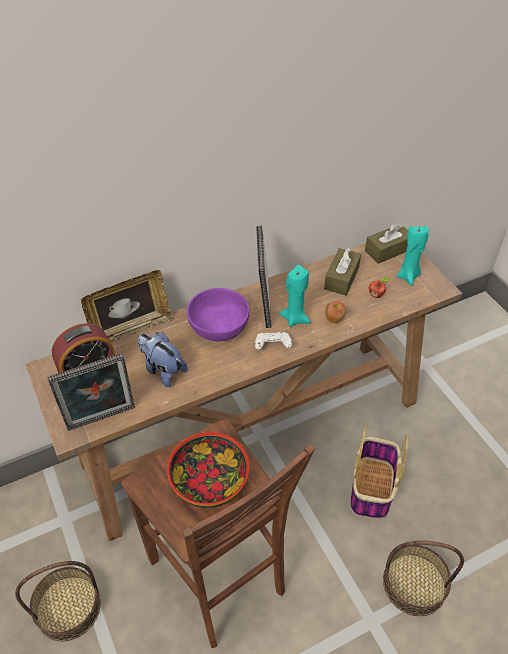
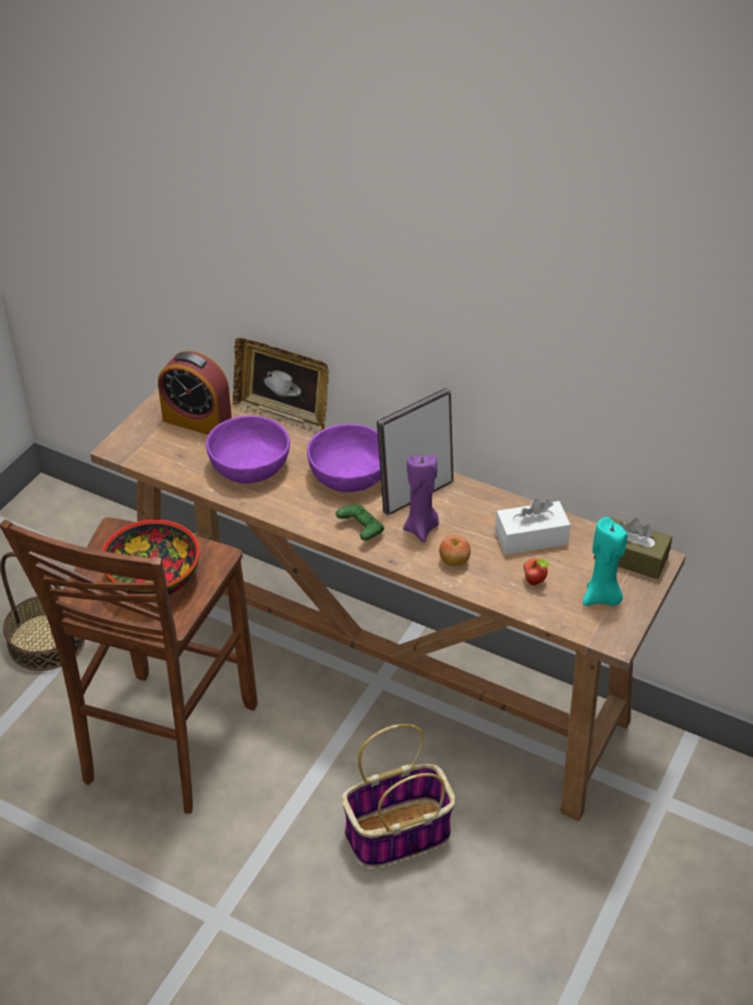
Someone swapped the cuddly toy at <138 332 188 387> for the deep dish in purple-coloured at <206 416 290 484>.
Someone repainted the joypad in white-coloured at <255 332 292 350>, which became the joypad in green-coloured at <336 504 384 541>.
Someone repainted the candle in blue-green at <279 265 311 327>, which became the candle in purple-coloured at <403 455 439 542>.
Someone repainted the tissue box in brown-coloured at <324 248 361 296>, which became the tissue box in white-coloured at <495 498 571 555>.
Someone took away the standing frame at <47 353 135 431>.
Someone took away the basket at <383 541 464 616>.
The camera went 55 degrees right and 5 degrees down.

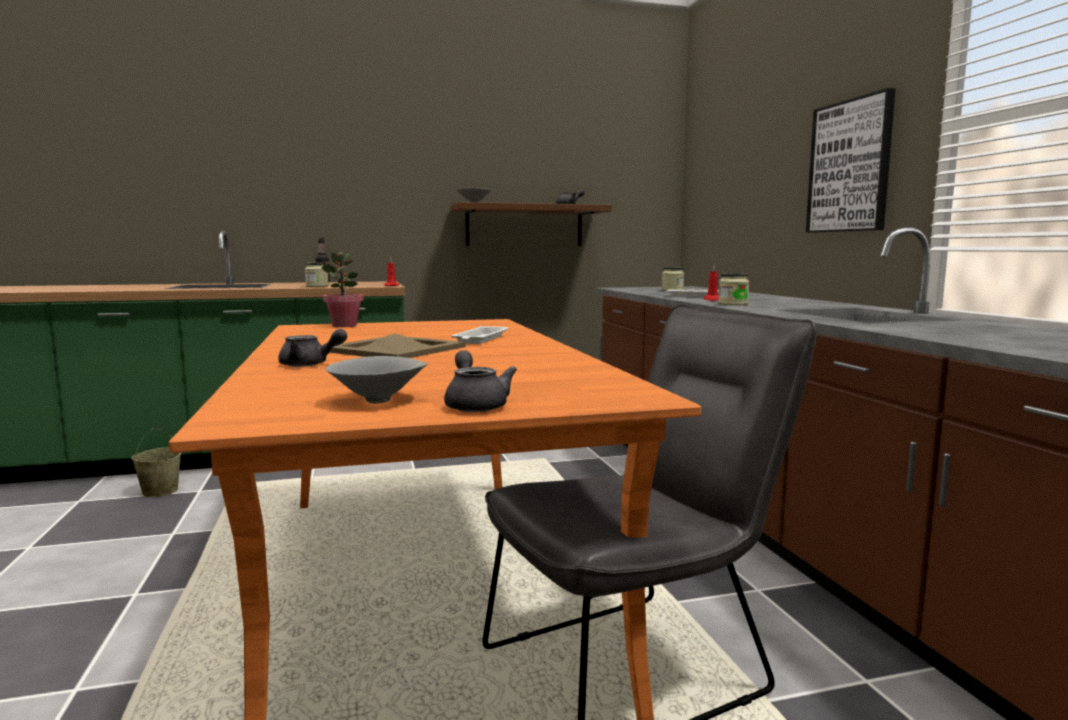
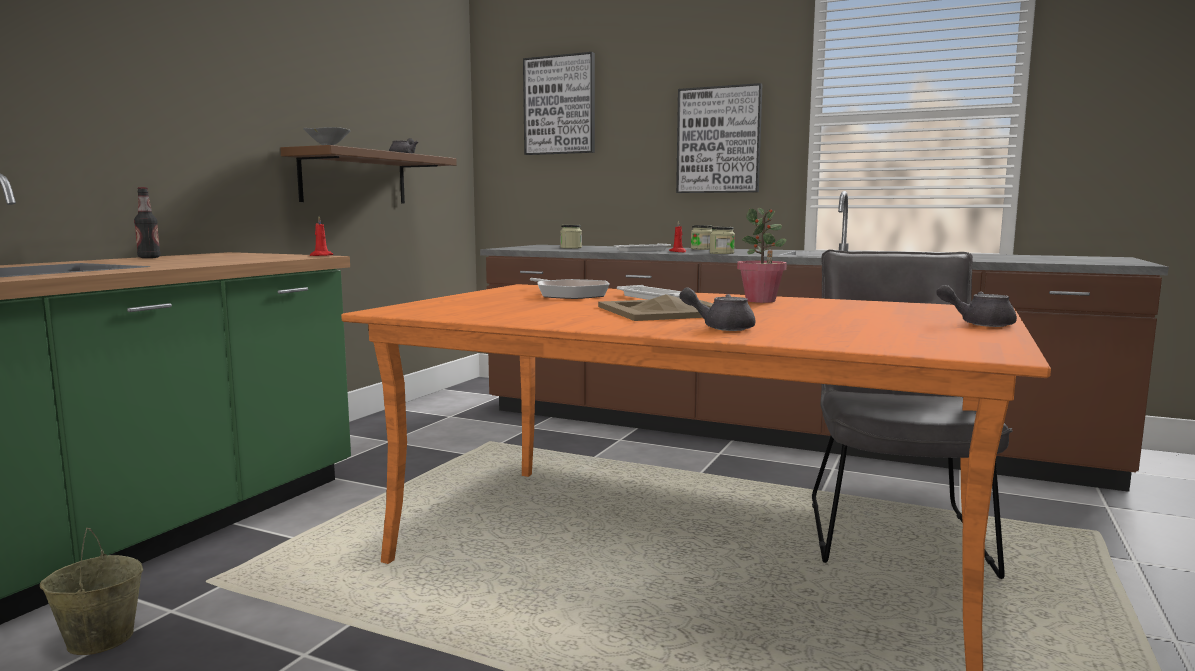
Someone put up the picture at <523 52 595 155>.
Someone put down the pan at <530 278 610 299>.
Someone rotated the tea pot in gray at <278 329 347 367> by 120 degrees counterclockwise.
Someone carried the preserve jar from <305 262 329 287> to <691 225 712 250>.
Someone carried the plant in a pot from <322 252 363 327> to <737 208 787 303>.
Someone took away the deep dish in gray at <326 356 427 403>.
The camera went 50 degrees left and 0 degrees up.

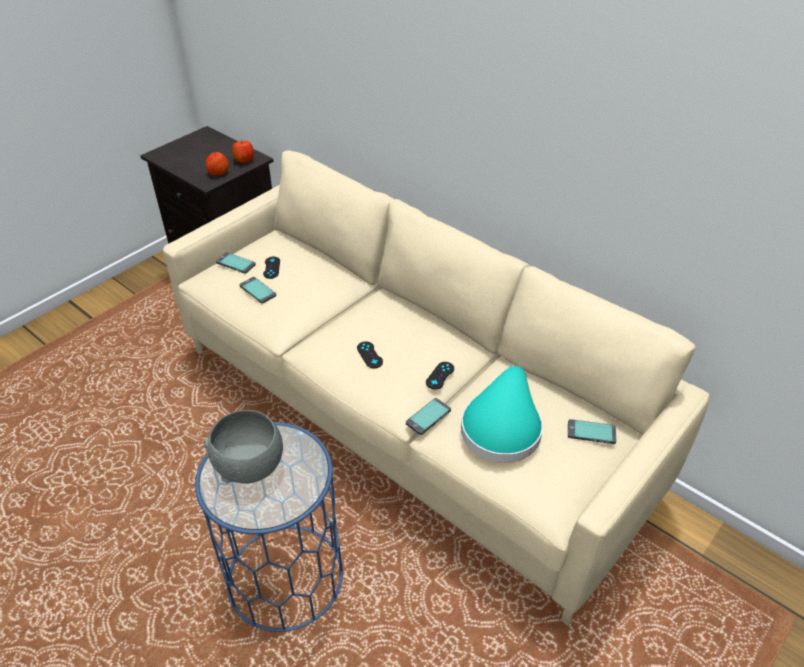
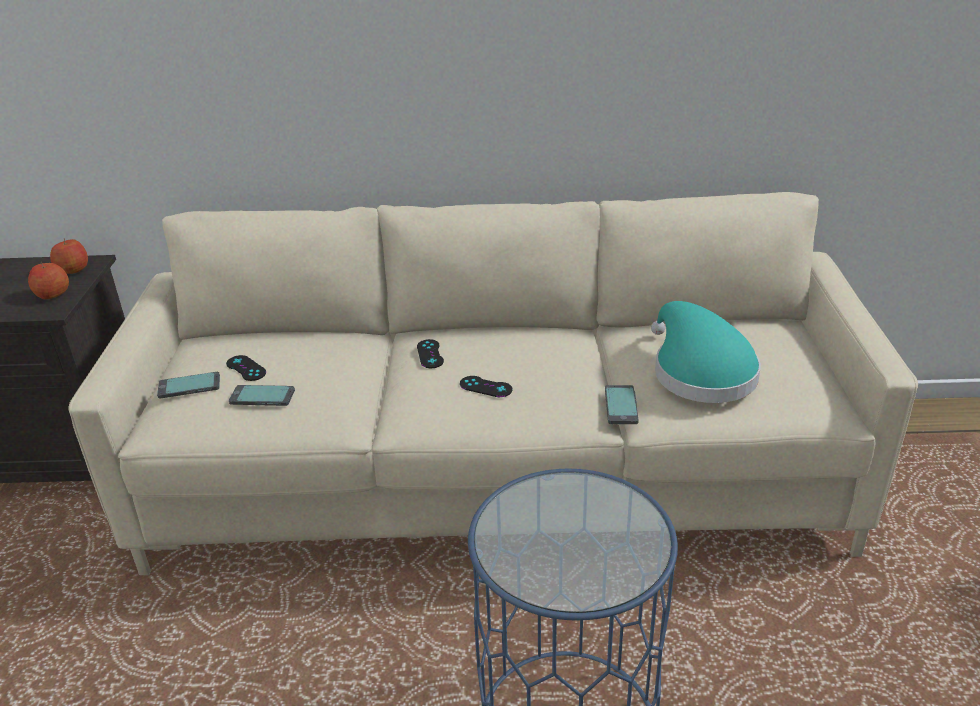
Someone carried the joypad in black-coloured from <426 362 454 390> to <417 339 444 368>.
Someone took away the deep dish in gray at <204 410 283 484>.
Someone took away the telephone at <568 419 616 444>.
The camera went 40 degrees left and 10 degrees down.

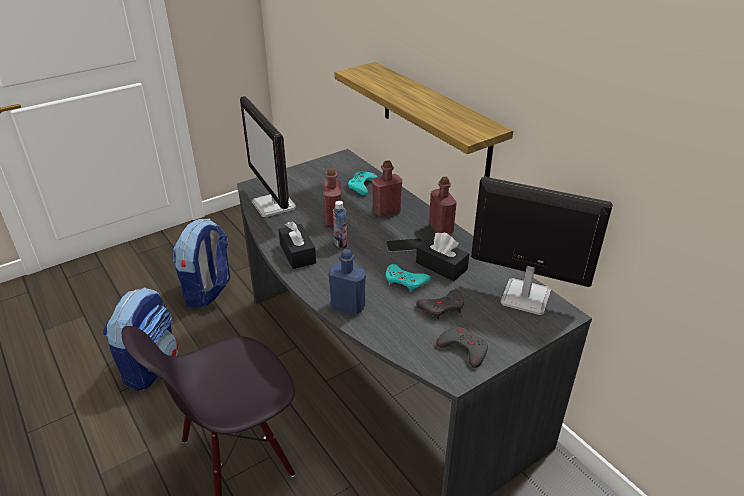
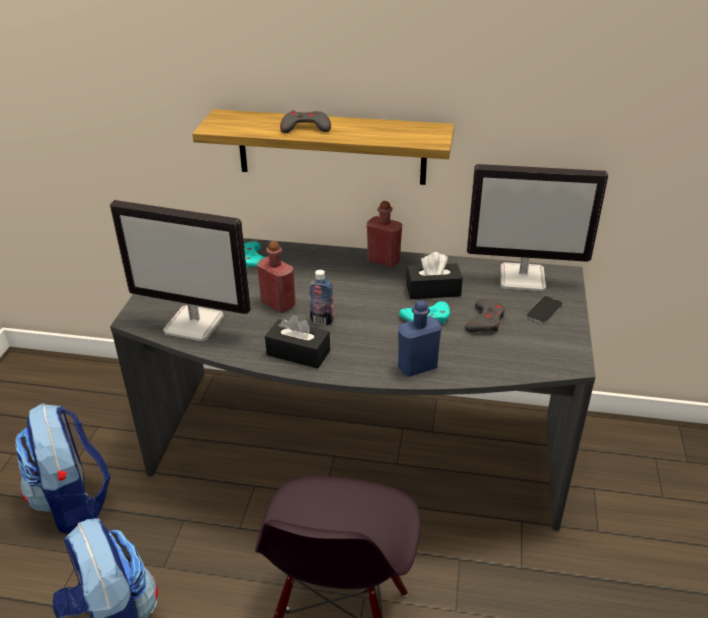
Someone carried the joypad in gray from <436 327 488 368> to <280 110 331 133>.
Someone rotated the computer display at <471 177 613 315> by 150 degrees counterclockwise.
Someone carried the telephone from <386 238 423 252> to <526 296 563 324>.
Someone took away the beverage bottle in reddish at <372 160 402 217>.
The camera went 45 degrees left and 0 degrees up.

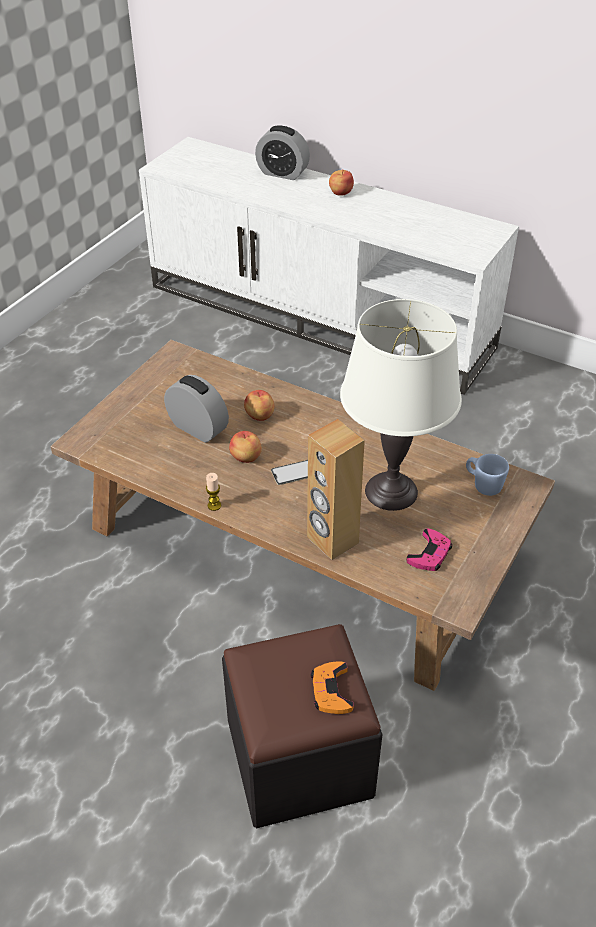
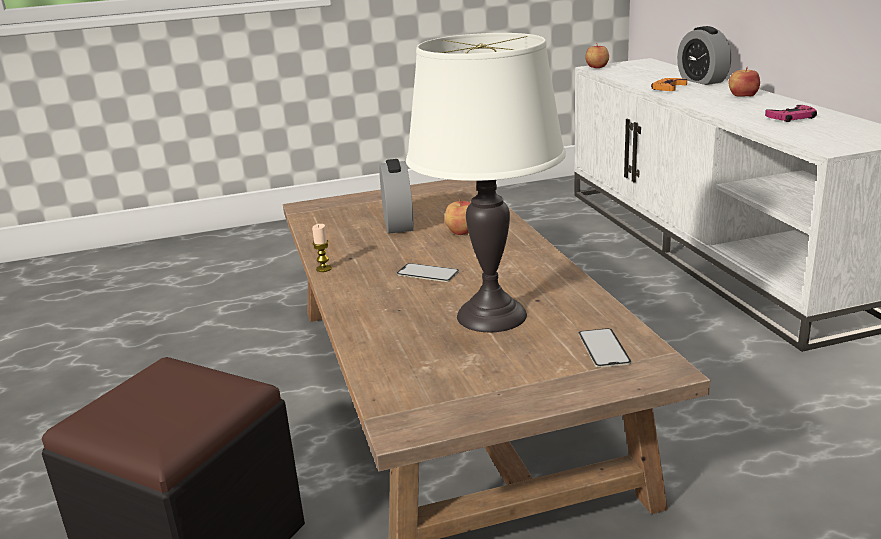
Someone swapped the mug in blue at <466 454 509 496> for the telephone at <578 328 631 368>.
Someone carried the apple fruit from <229 431 262 463> to <585 43 609 68>.
Someone carried the joypad in orange from <311 661 354 714> to <651 78 687 91>.
Someone carried the joypad in pinkish from <406 528 452 571> to <765 105 817 122>.
Someone took away the speaker in brown-coloured at <307 419 365 560>.
The camera went 45 degrees right and 20 degrees down.

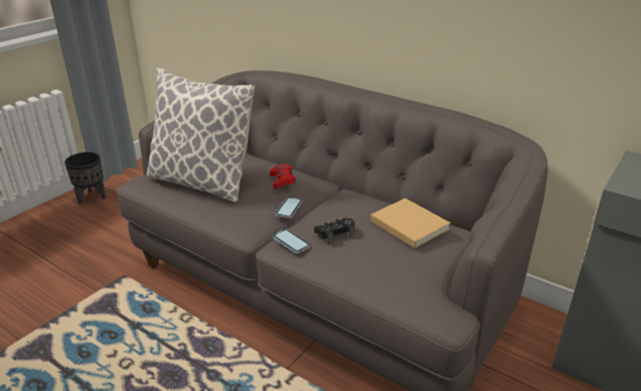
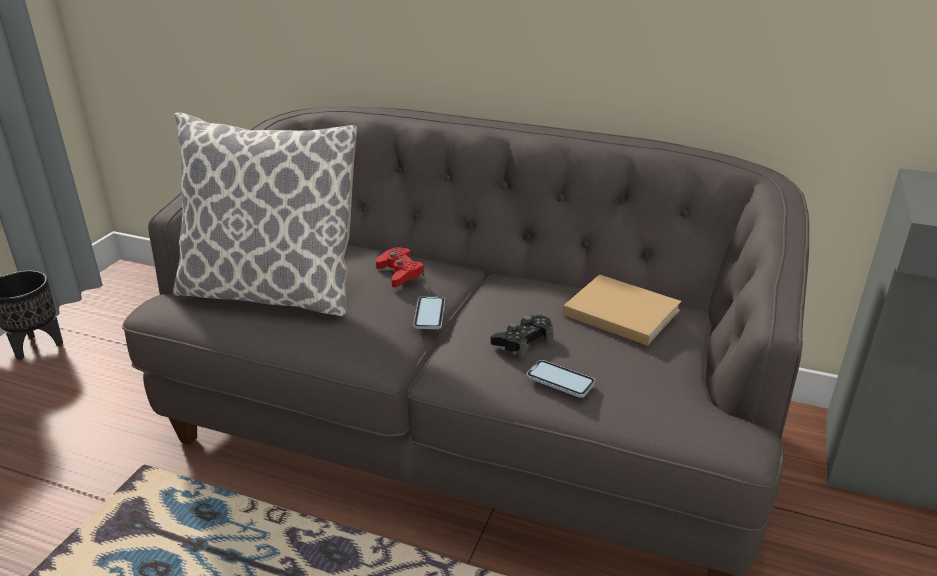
Someone carried the telephone from <273 229 311 254> to <527 360 595 398>.
The camera went 15 degrees left and 0 degrees up.

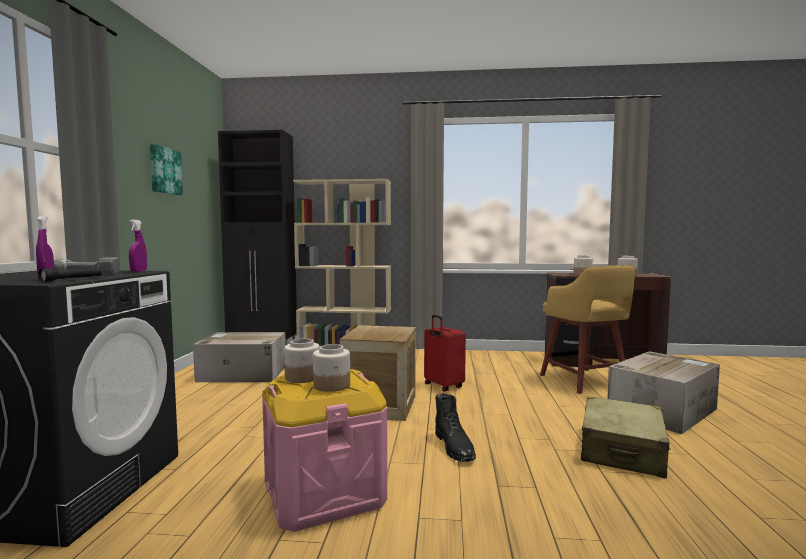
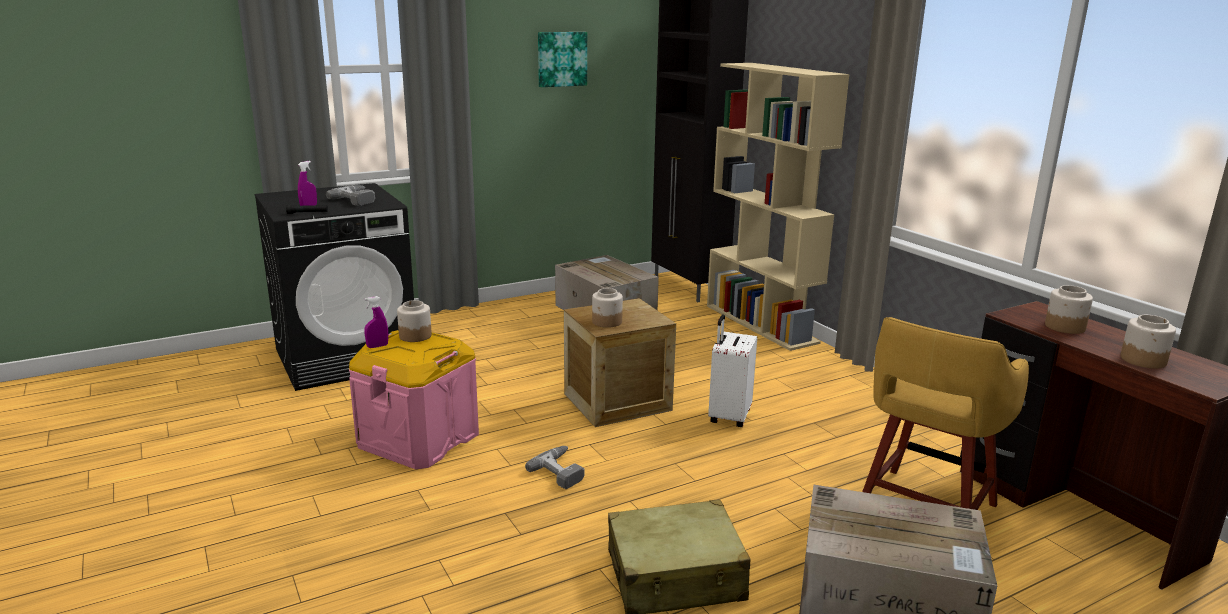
Someone carried the spray bottle in purple-coloured from <129 219 147 272> to <364 296 388 348>.
Someone swapped the boot in black-coloured at <435 393 476 462> for the electric drill at <525 446 584 489>.
Someone carried the preserve jar from <313 344 350 392> to <592 288 623 328>.
Someone repainted the travel case in reddish at <424 315 466 392>, which became the travel case in white-coloured at <708 314 757 427>.
The camera went 55 degrees right and 15 degrees up.

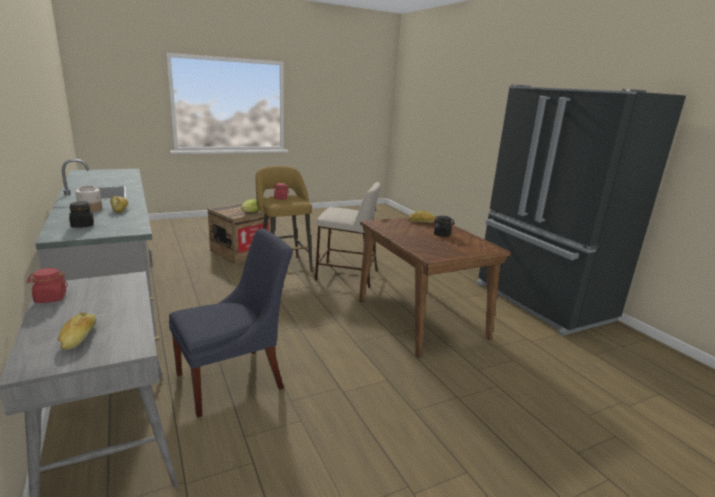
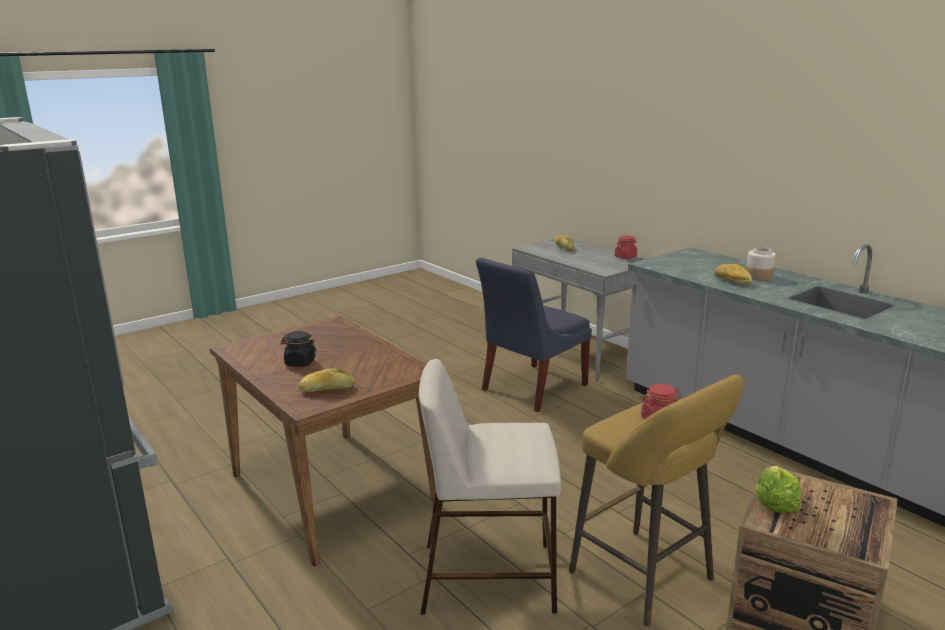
Someone took away the preserve jar in black-coloured at <69 201 94 228>.
The camera went 170 degrees right and 0 degrees up.

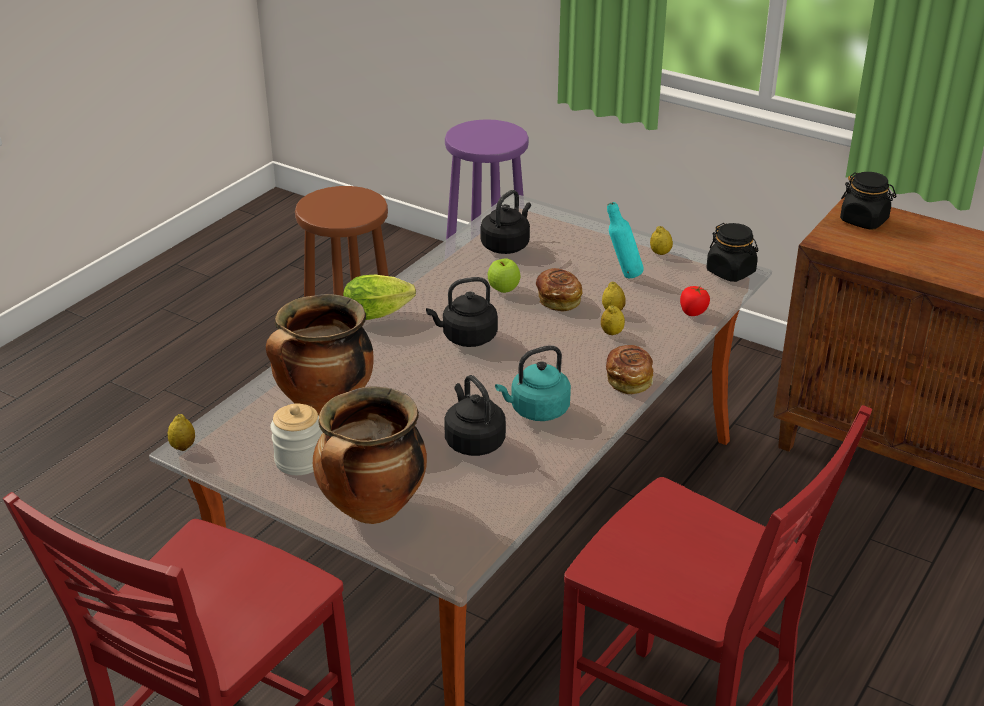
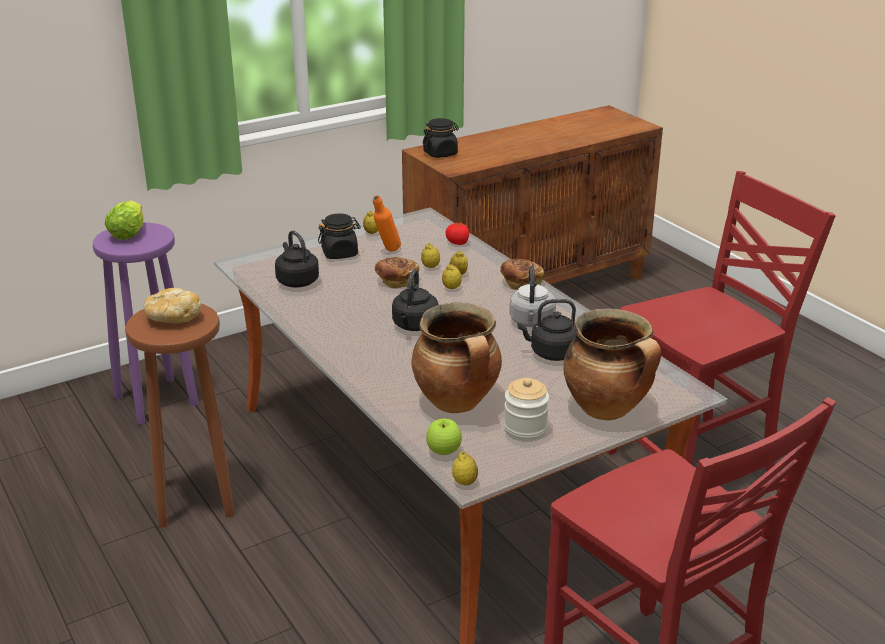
Someone carried the lettuce from <343 274 416 320> to <105 200 144 240>.
Someone put down the baked bread at <144 288 201 323>.
Someone carried the preserve jar in black-coloured from <706 223 758 282> to <318 213 361 259>.
Someone repainted the beverage bottle in blue-green at <607 202 644 279>, which became the beverage bottle in orange at <373 195 401 251>.
Someone carried the apple fruit from <488 258 520 293> to <426 419 462 455>.
Someone put down the lemon at <442 264 462 289>.
Someone repainted the tea kettle in blue-green at <495 345 571 421>, which became the tea kettle in gray at <509 266 556 327>.
The camera went 65 degrees left and 5 degrees down.

